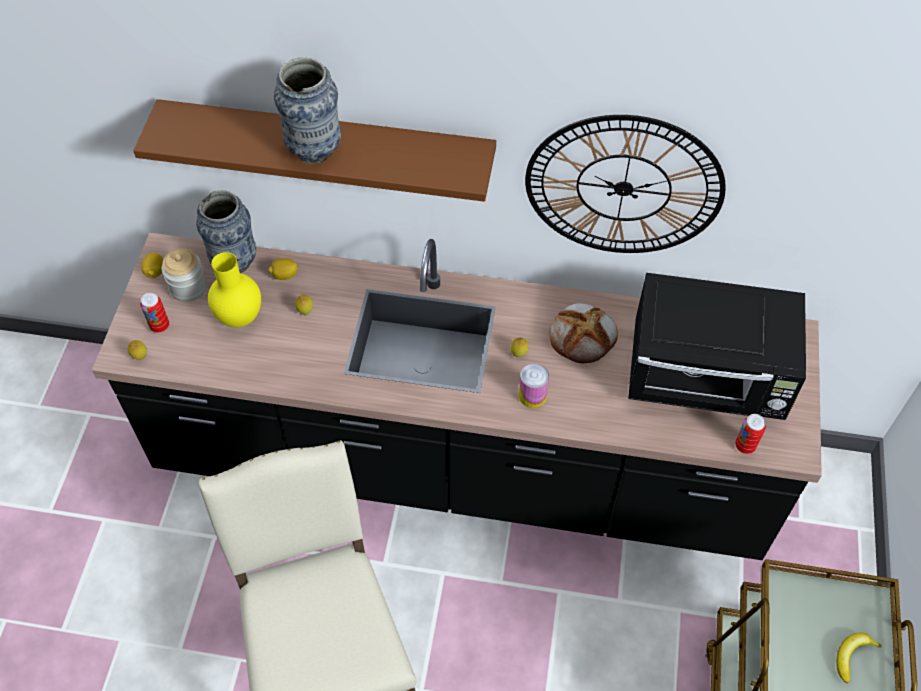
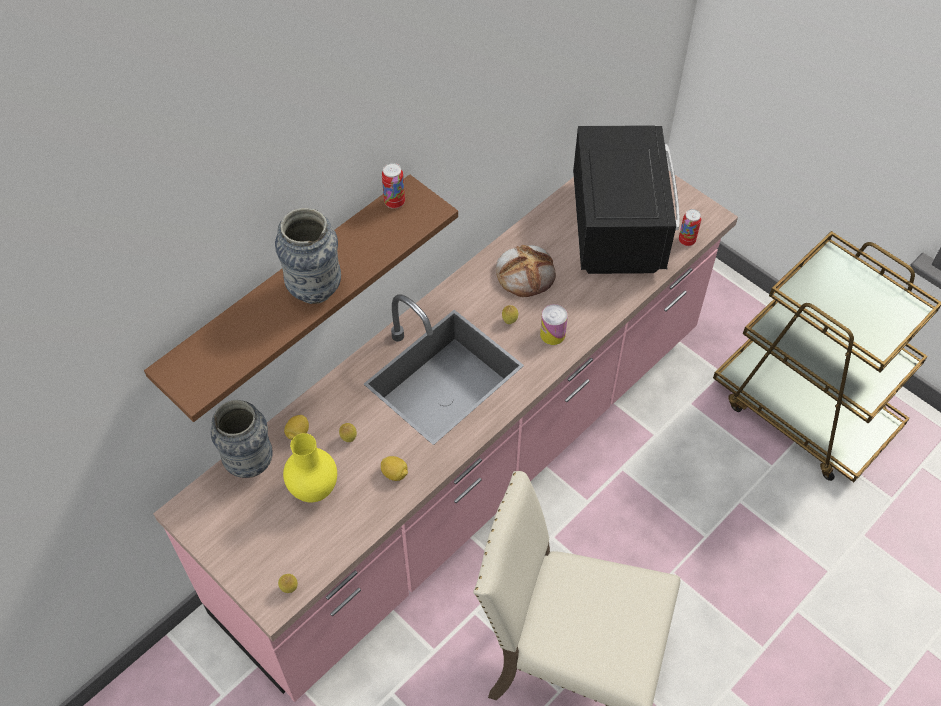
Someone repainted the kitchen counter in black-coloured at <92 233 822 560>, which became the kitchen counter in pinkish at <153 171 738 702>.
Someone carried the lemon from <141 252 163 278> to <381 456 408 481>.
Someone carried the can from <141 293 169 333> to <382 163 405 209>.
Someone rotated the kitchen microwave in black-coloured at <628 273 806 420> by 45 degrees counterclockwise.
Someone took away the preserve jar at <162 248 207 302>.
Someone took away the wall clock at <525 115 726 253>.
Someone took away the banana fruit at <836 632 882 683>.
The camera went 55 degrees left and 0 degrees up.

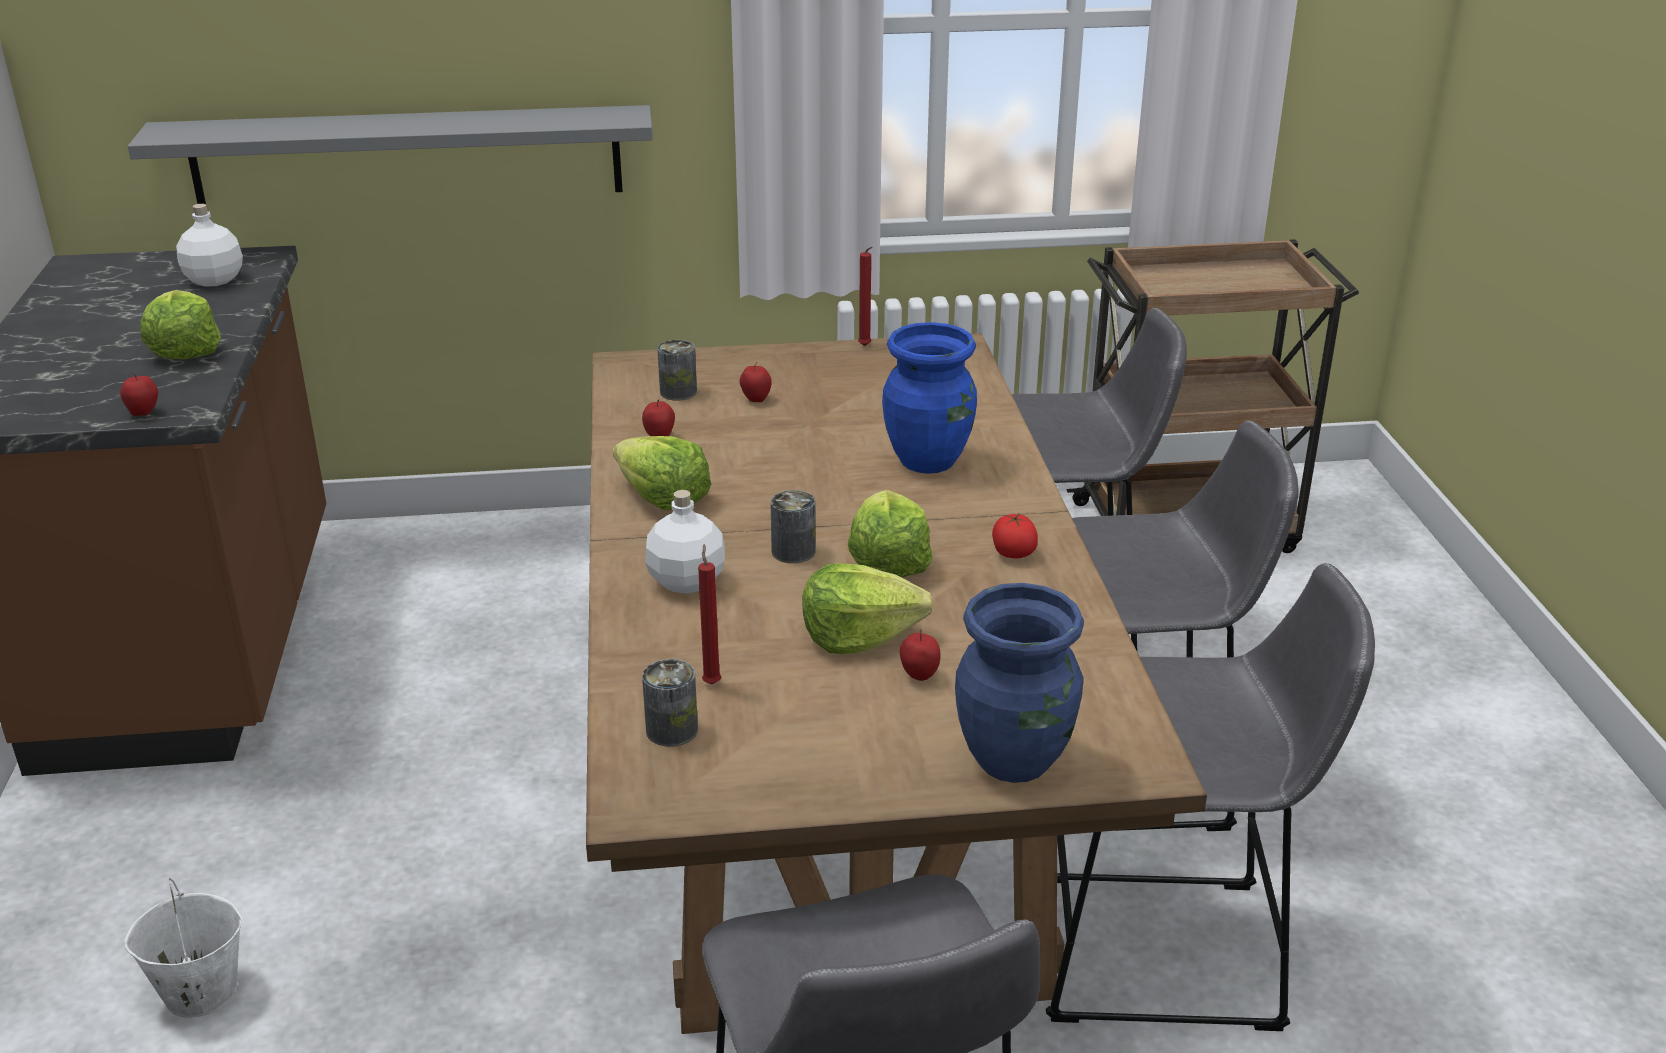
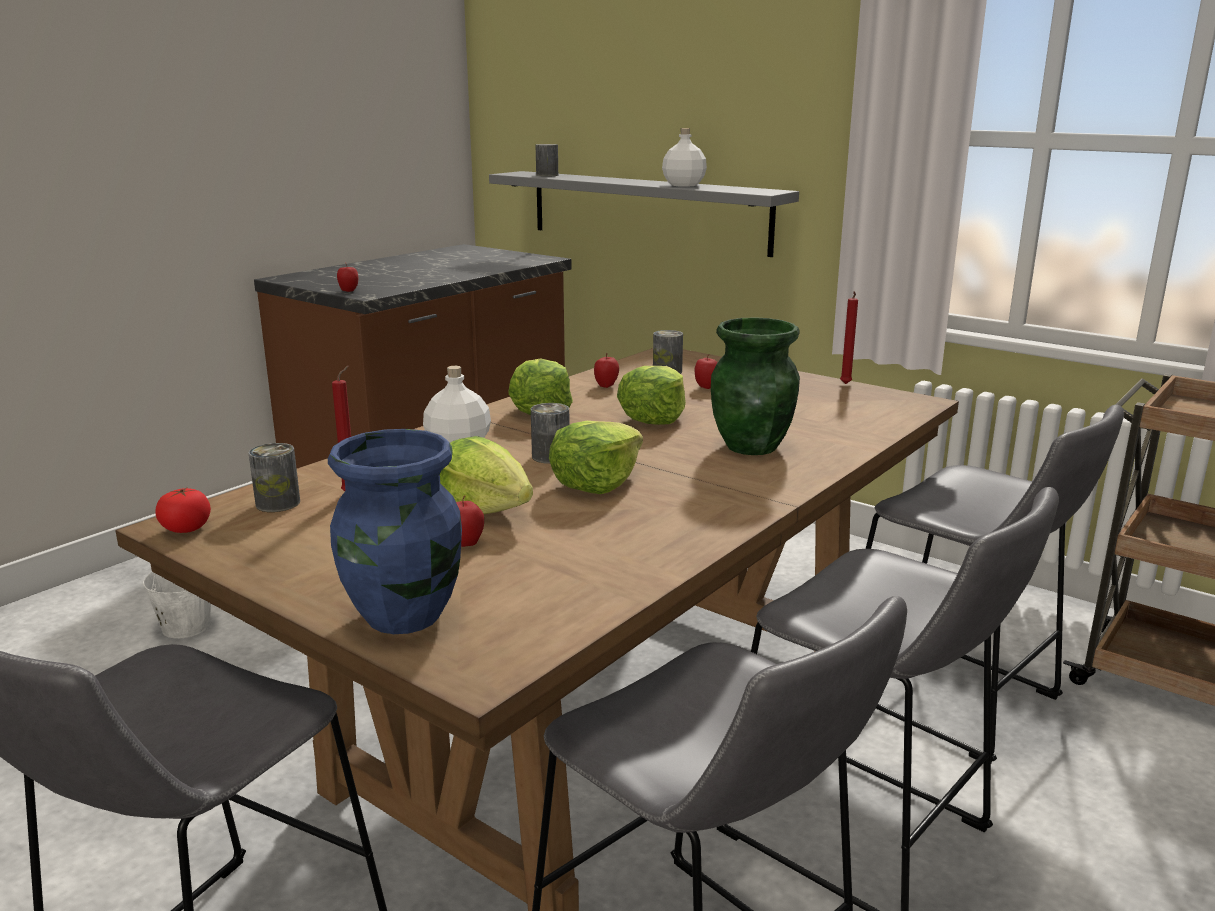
Someone carried the tomato from <992 514 1038 558> to <155 488 211 533>.
Someone put down the can at <536 144 558 176>.
Someone carried the lettuce from <140 290 221 359> to <617 366 686 425>.
Someone carried the beverage bottle in white-coloured from <176 204 243 287> to <662 128 707 187>.
Someone repainted the decorative vase in blue at <882 322 977 474>, which became the decorative vase in green-coloured at <711 317 800 455>.
The camera went 45 degrees right and 10 degrees down.

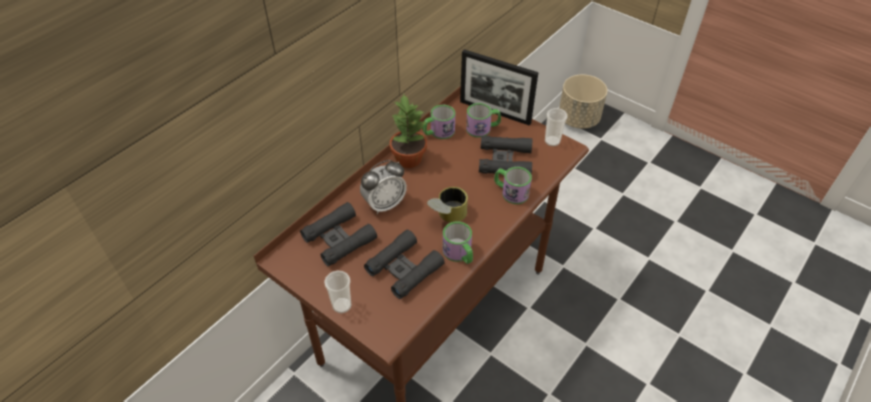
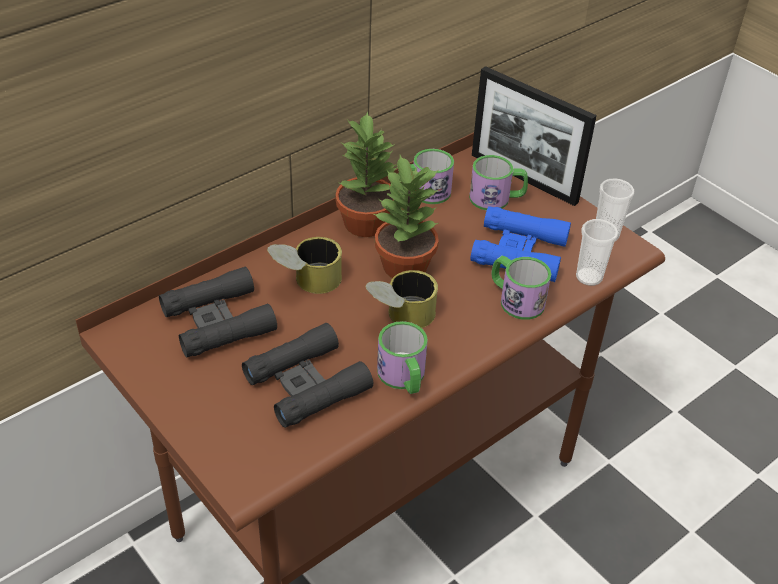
Someone swapped the bedside clock at <360 160 407 214> for the can at <267 237 342 294>.
Someone put down the plant in a pot at <374 155 439 278>.
Someone repainted the binoculars in black-coloured at <479 136 532 175>, which became the binoculars in blue at <470 206 571 282>.
Someone carried the cup from <324 271 352 313> to <576 219 618 286>.
Someone took away the planter in beige at <559 75 607 129>.
The camera went 10 degrees right and 5 degrees down.

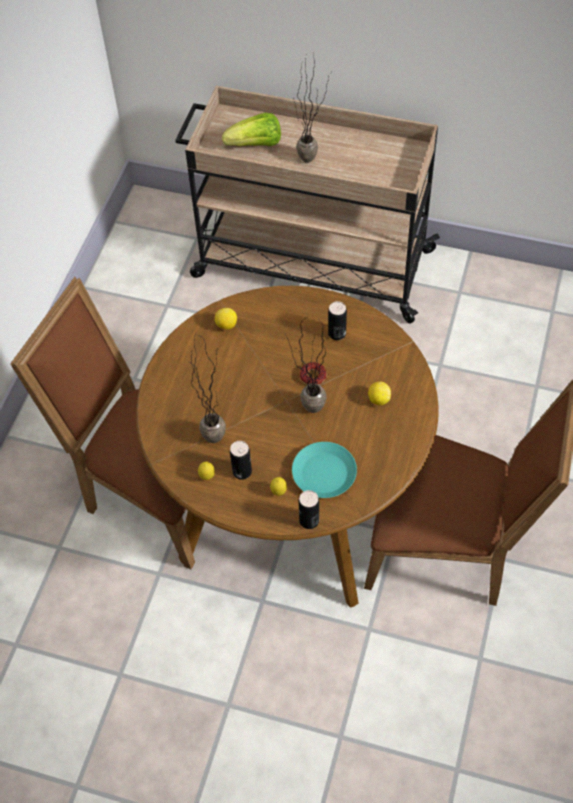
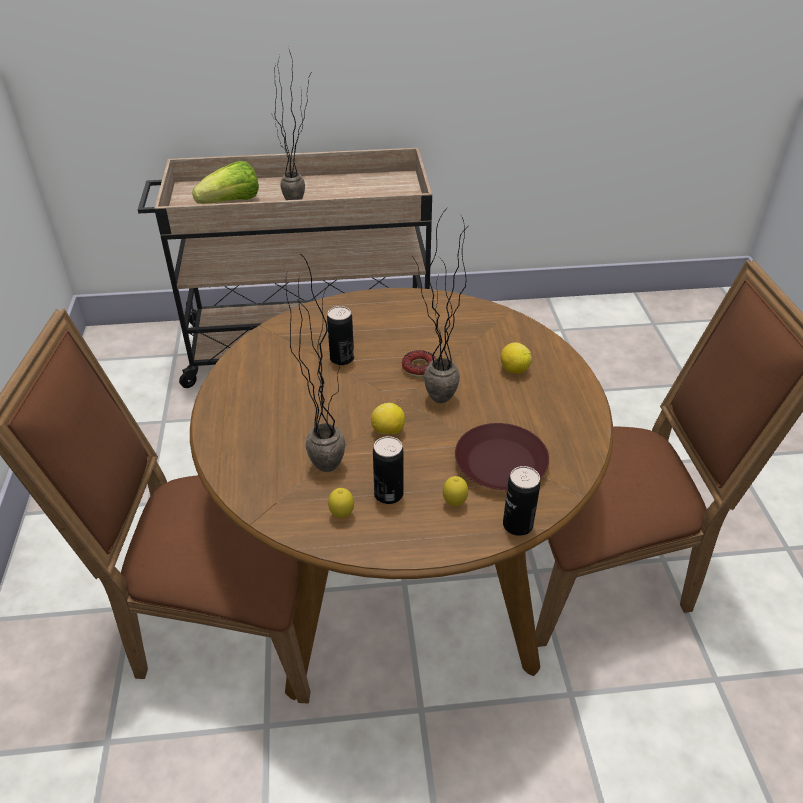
Someone carried the can from <328 301 347 340> to <327 306 354 365>.
Someone carried the lemon from <215 308 237 330> to <371 403 405 434>.
Someone repainted the plate in blue-green at <292 442 357 498>, which became the plate in brown-coloured at <455 423 549 490>.
The camera went 25 degrees left and 15 degrees down.

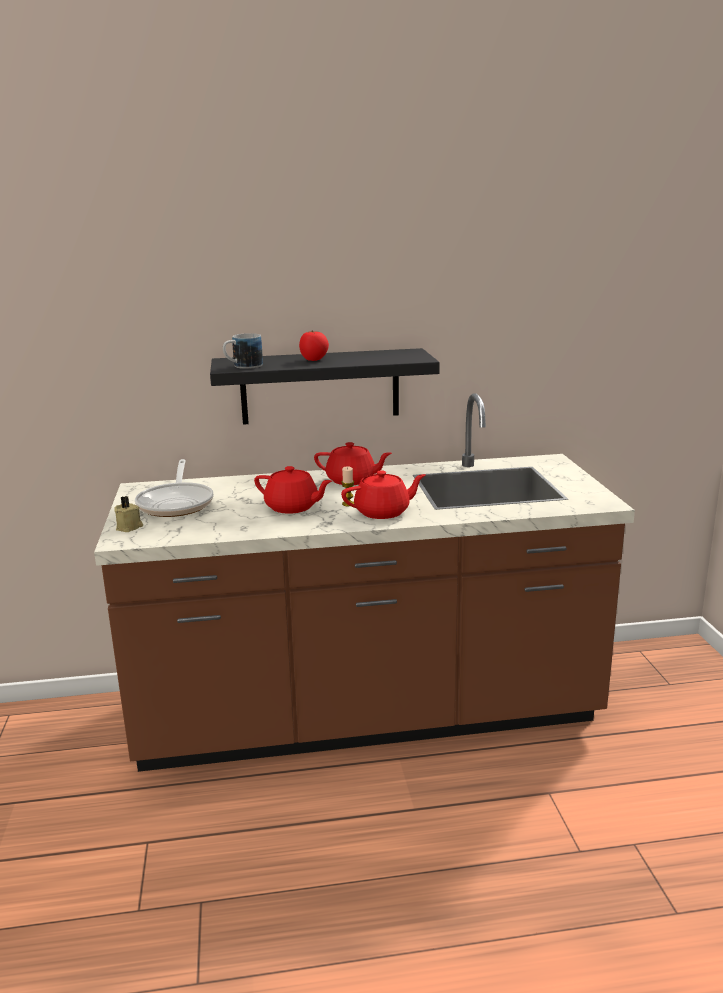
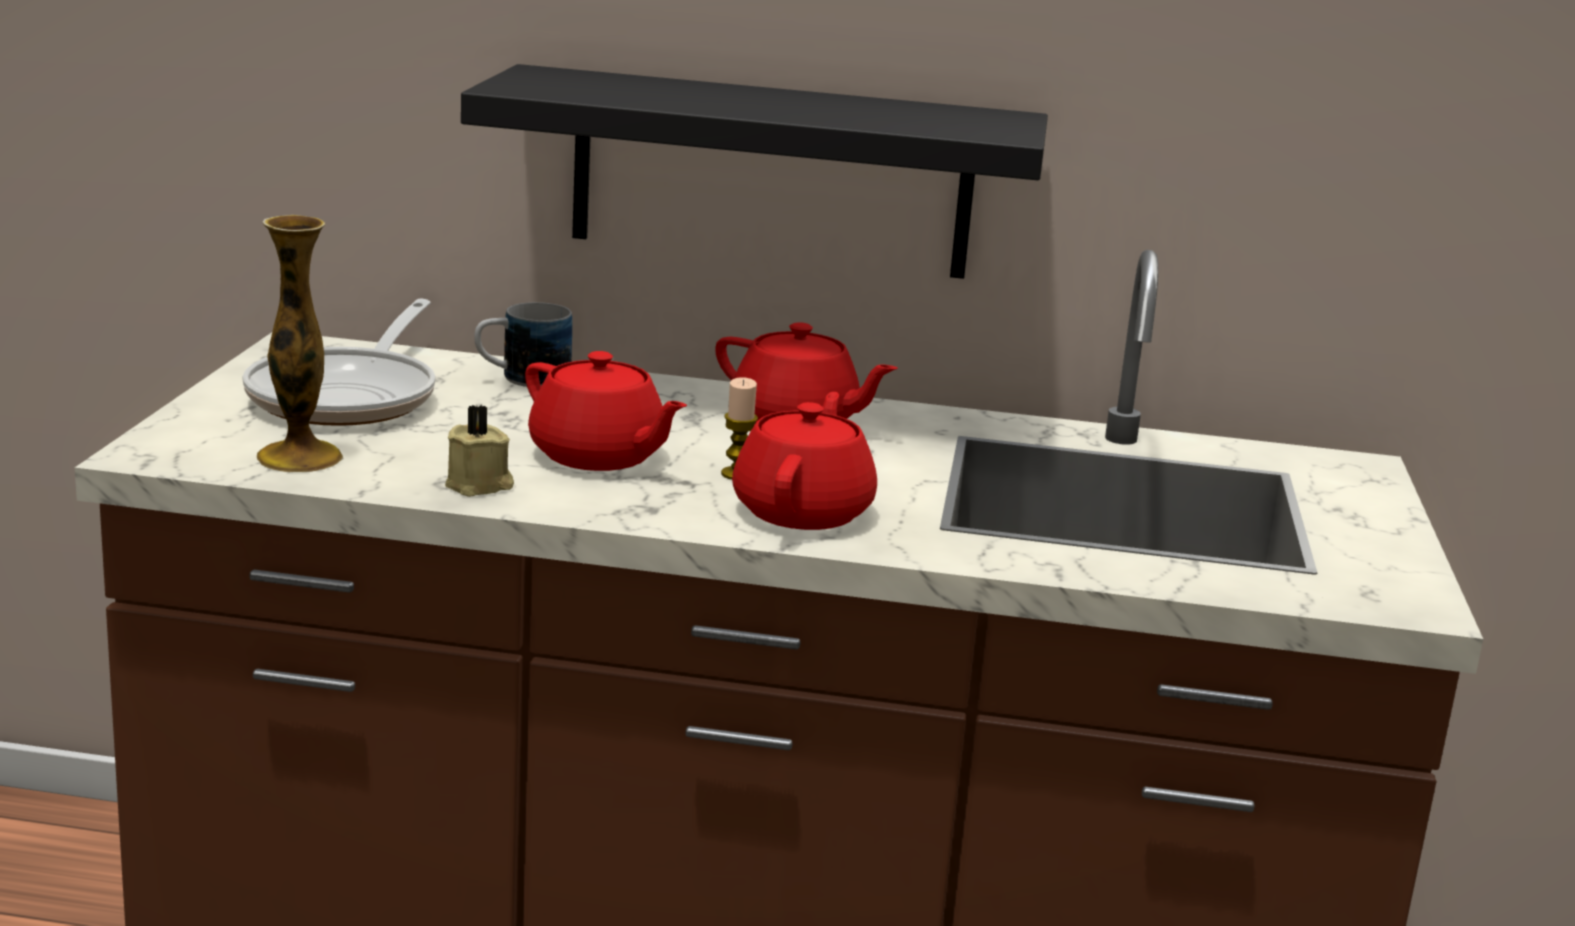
Someone put down the decorative vase at <257 215 344 472>.
Someone carried the candle in beige from <114 496 143 532> to <445 405 514 497>.
Someone carried the mug from <223 333 263 369> to <474 302 572 387>.
Someone rotated the tea pot in reddish at <341 470 426 519> by 75 degrees counterclockwise.
Someone took away the tomato at <299 330 329 361>.
The camera went 15 degrees right and 0 degrees up.

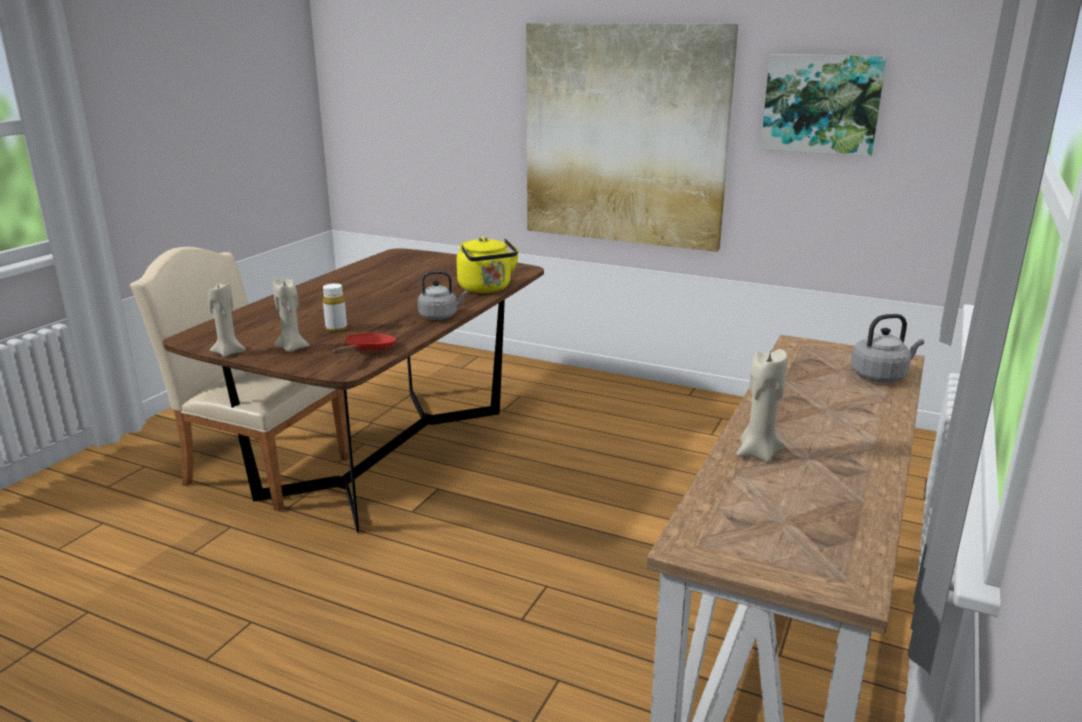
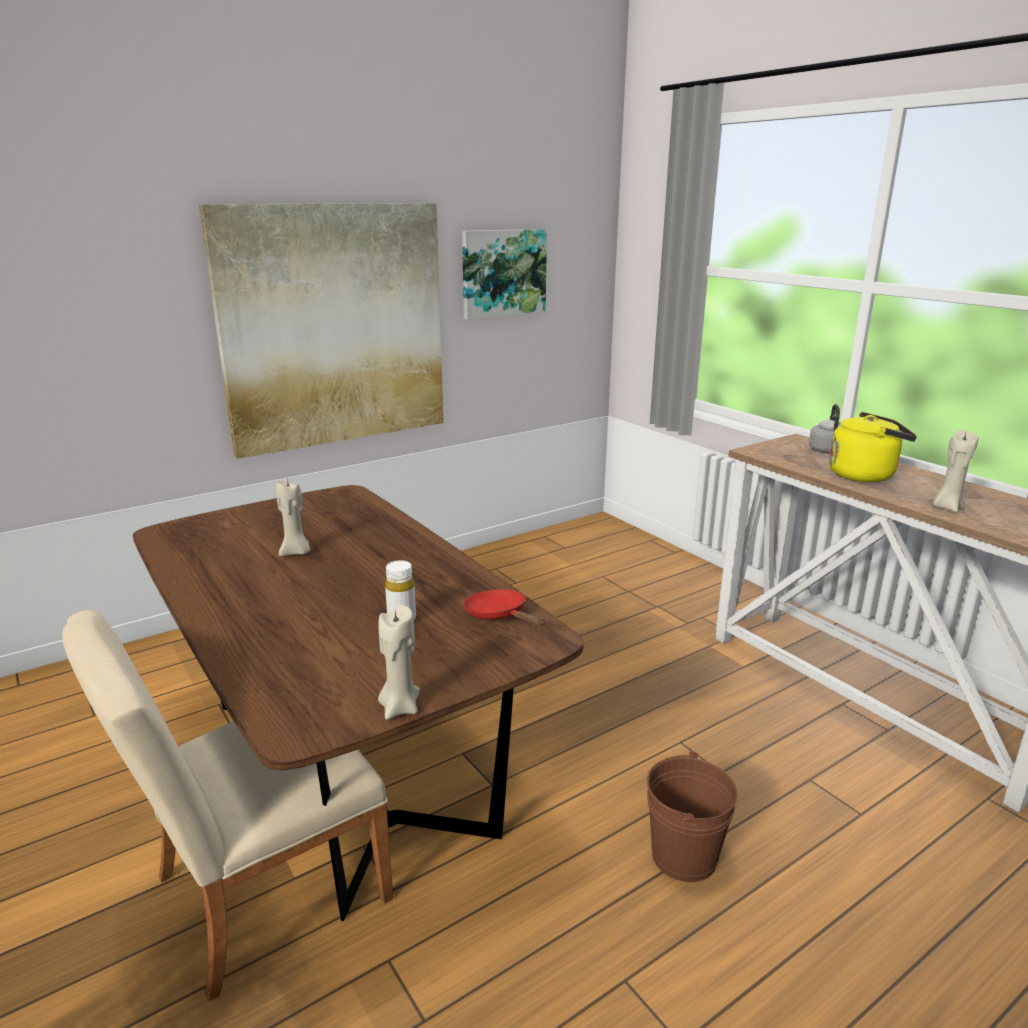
Someone carried the candle in beige from <273 278 309 352> to <276 479 310 556>.
Someone put down the bucket in brown-coloured at <647 751 738 882>.
Someone carried the tea kettle in yellow from <457 237 519 293> to <829 412 917 482>.
Someone took away the tea kettle in gray at <418 271 468 320>.
The camera went 60 degrees left and 0 degrees up.

